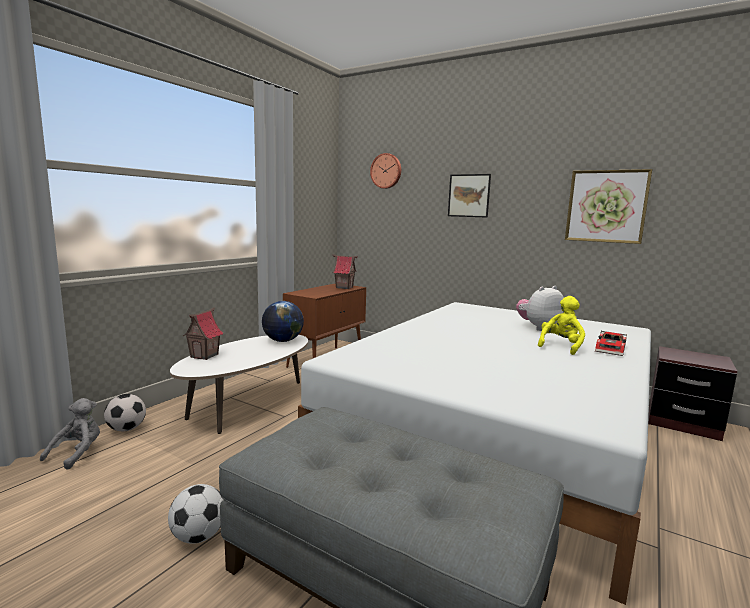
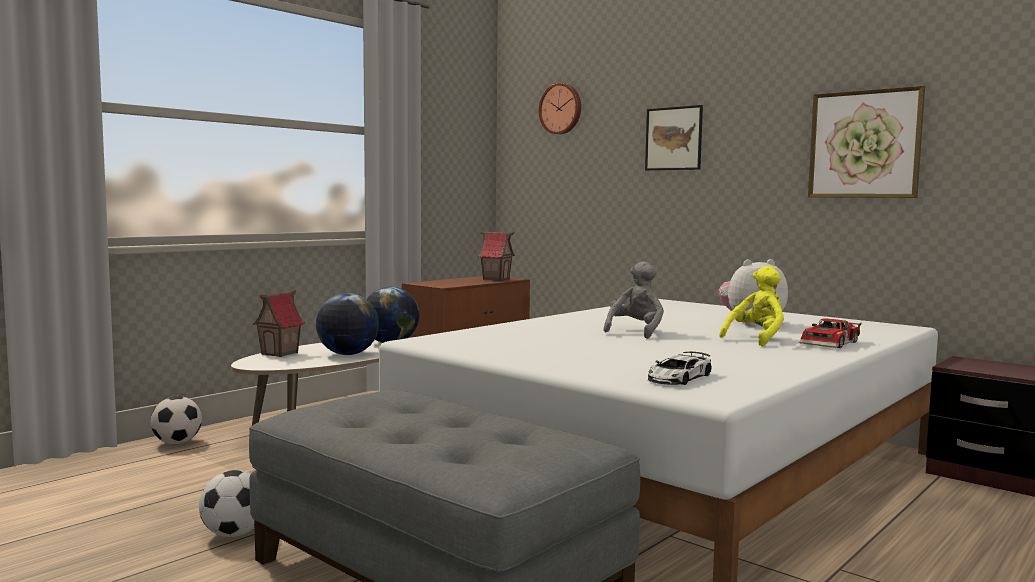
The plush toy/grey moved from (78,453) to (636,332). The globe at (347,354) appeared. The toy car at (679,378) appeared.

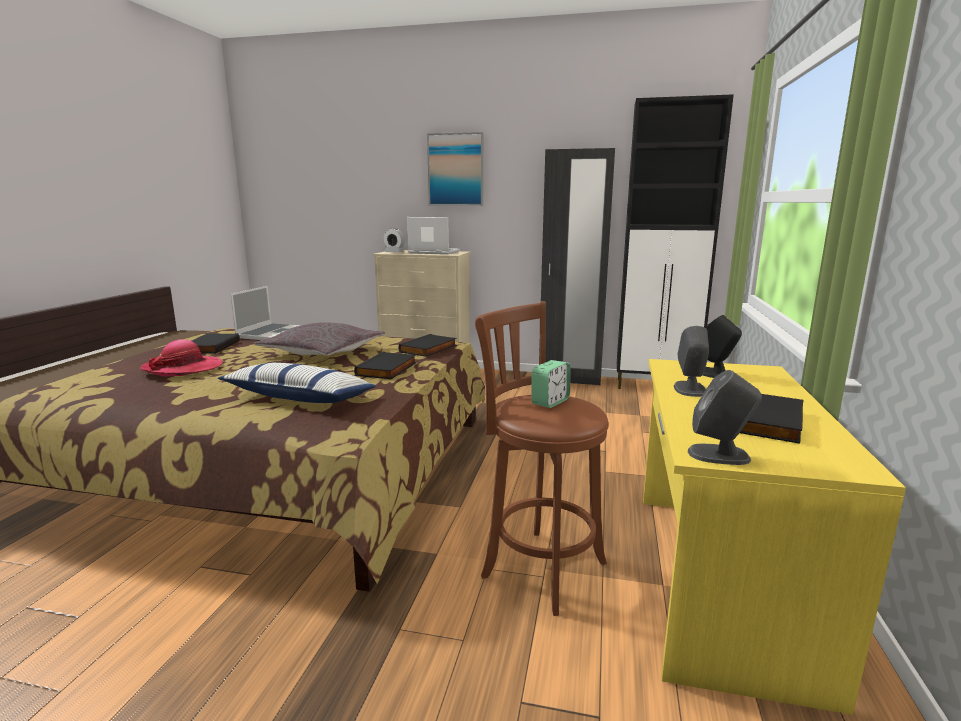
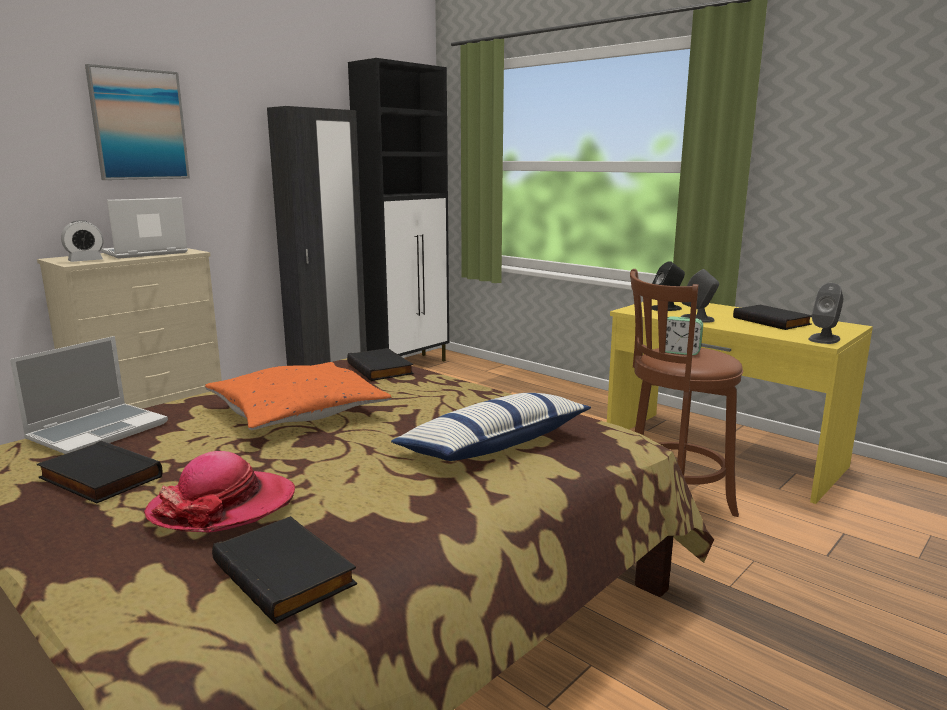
The laptop at (270,333) turned 75 degrees clockwise. The pillow/grey at (323,352) became the pillow/orange at (297,412). The book/black moved from (388,369) to (287,573). The alarm clock at (550,402) turned 135 degrees clockwise.

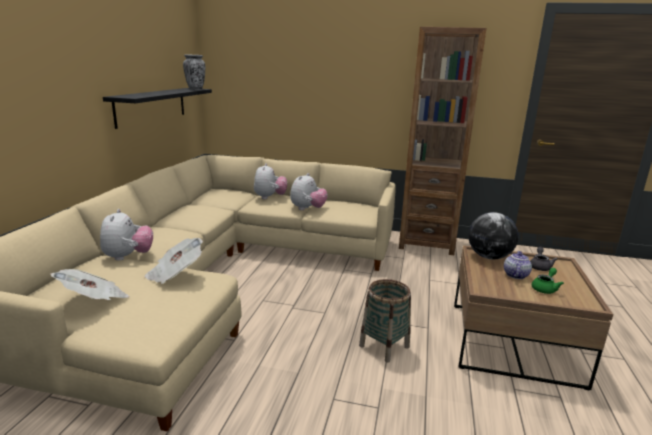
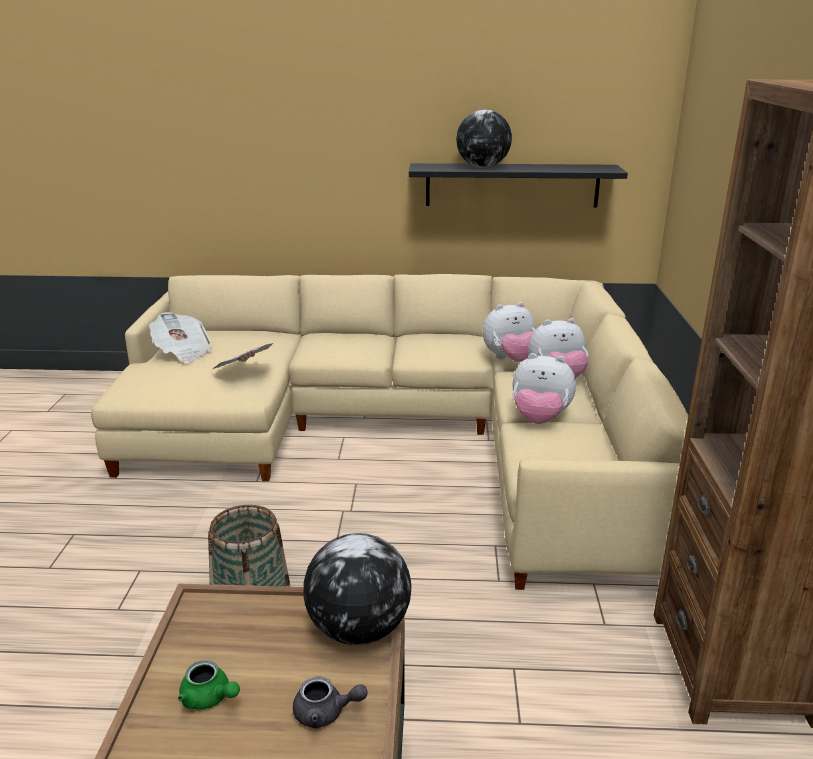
The vase at (195,89) disappeared. The plush toy moved from (128,257) to (510,359). The teapot at (515,275) disappeared. The globe at (482,167) appeared.

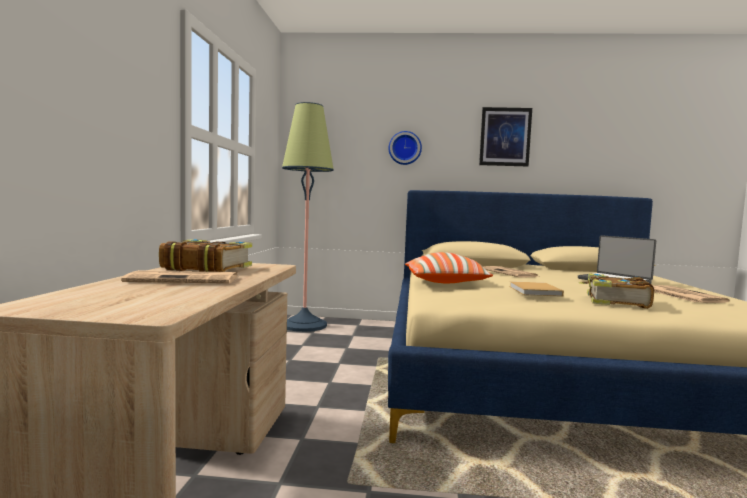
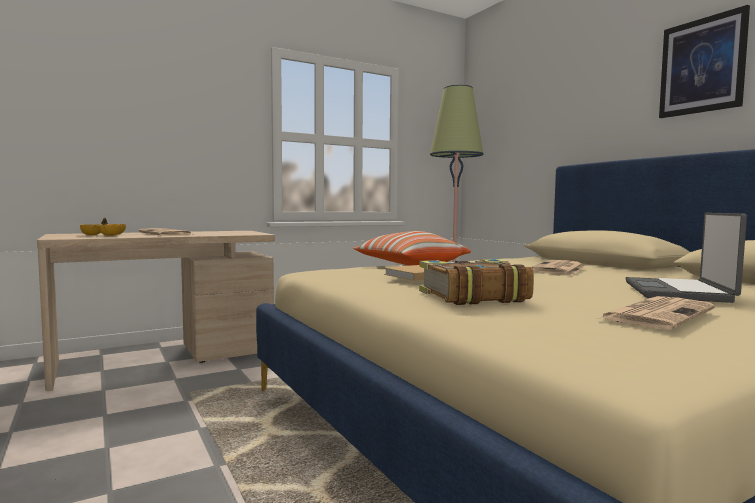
The wall clock at (405,148) disappeared. The book at (206,268) disappeared. The bowl at (106,235) appeared.

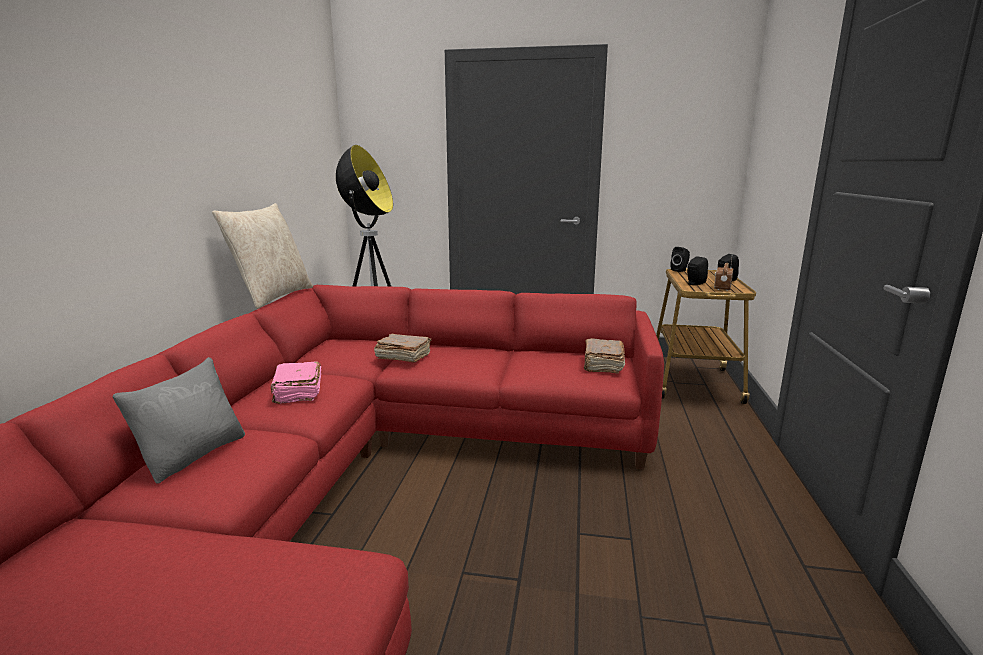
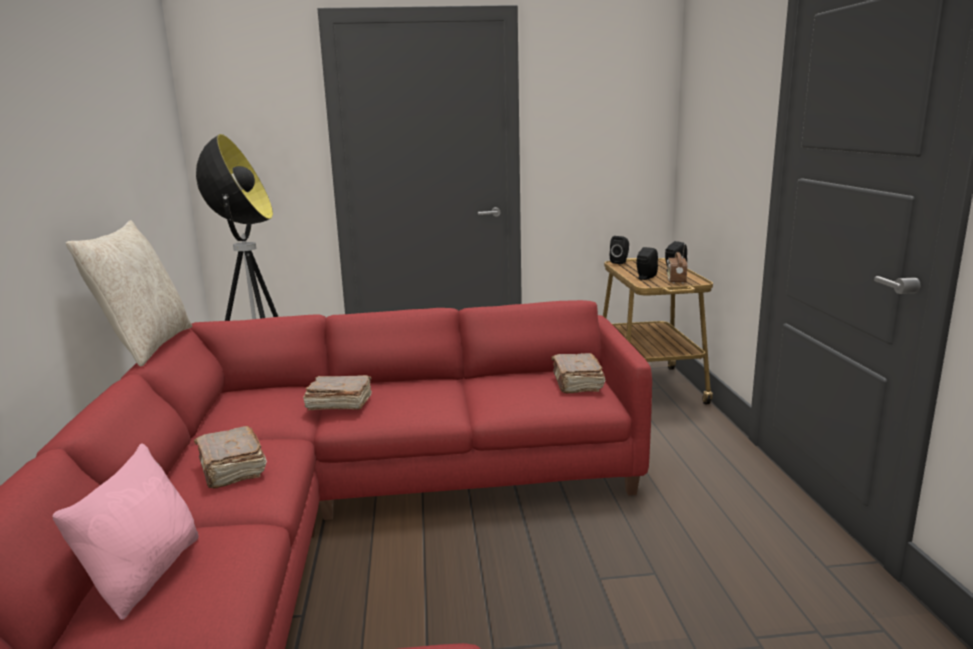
The pillow/grey at (194,455) became the pillow/pink at (146,574). The book/pink at (297,392) became the book/brown at (231,469).

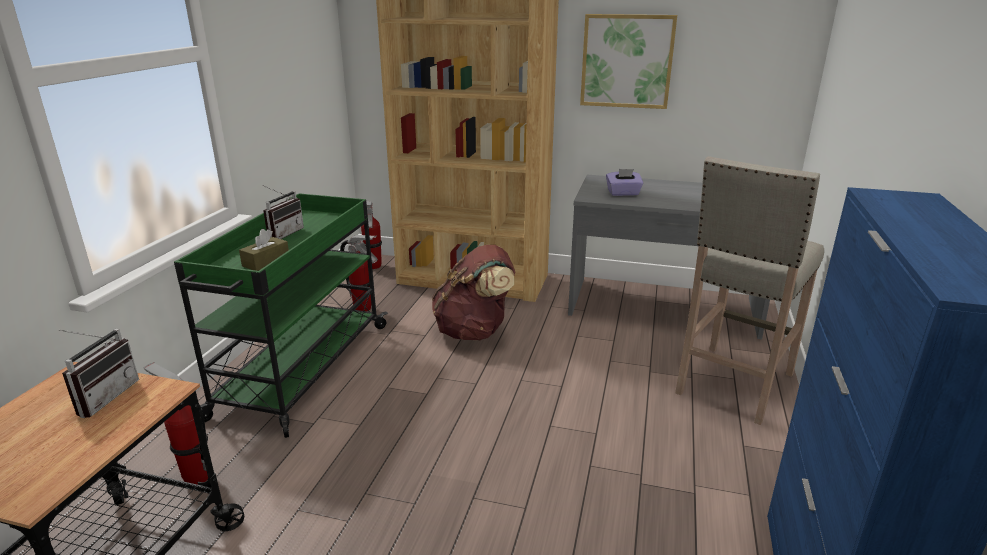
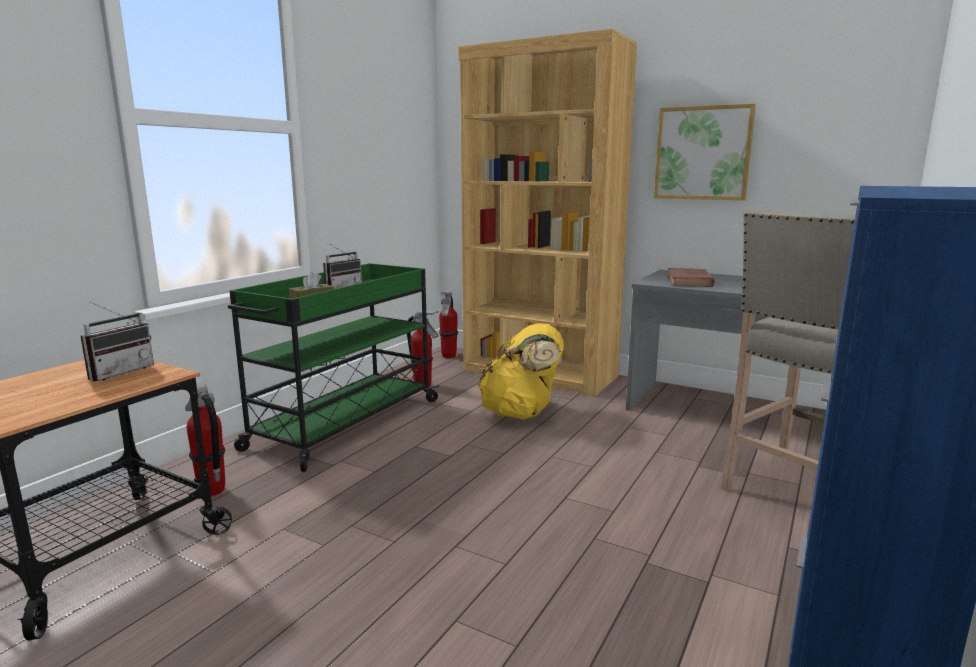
The tissue box/purple at (623,193) was replaced by the book/brown at (689,281). The backpack/brown at (474,331) became the backpack/yellow at (522,413).

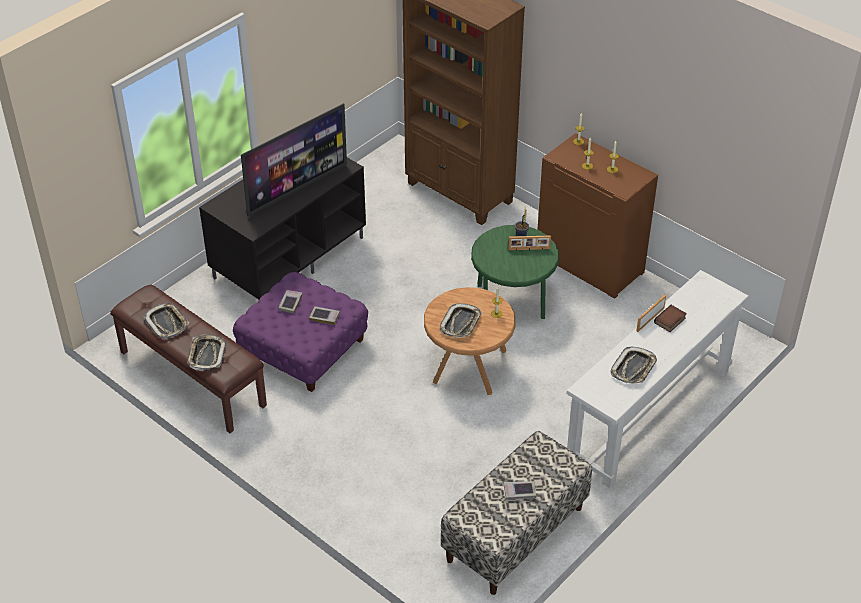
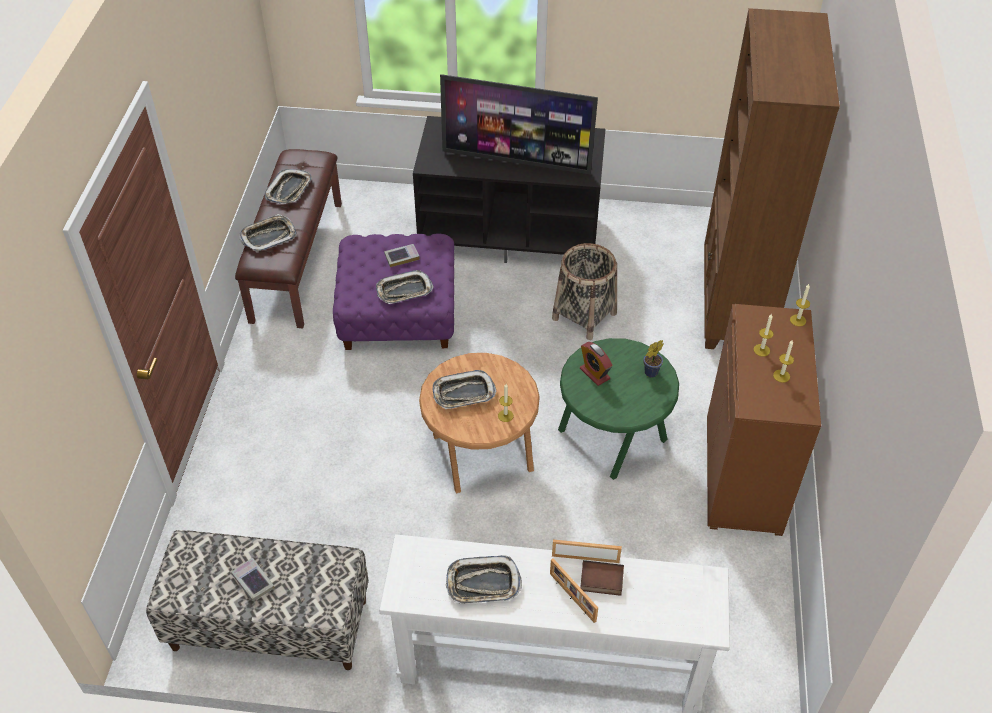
The picture frame moved from (529,249) to (571,598). The book at (324,317) was replaced by the tray at (404,291). The basket at (584,316) appeared. The alarm clock at (594,373) appeared.

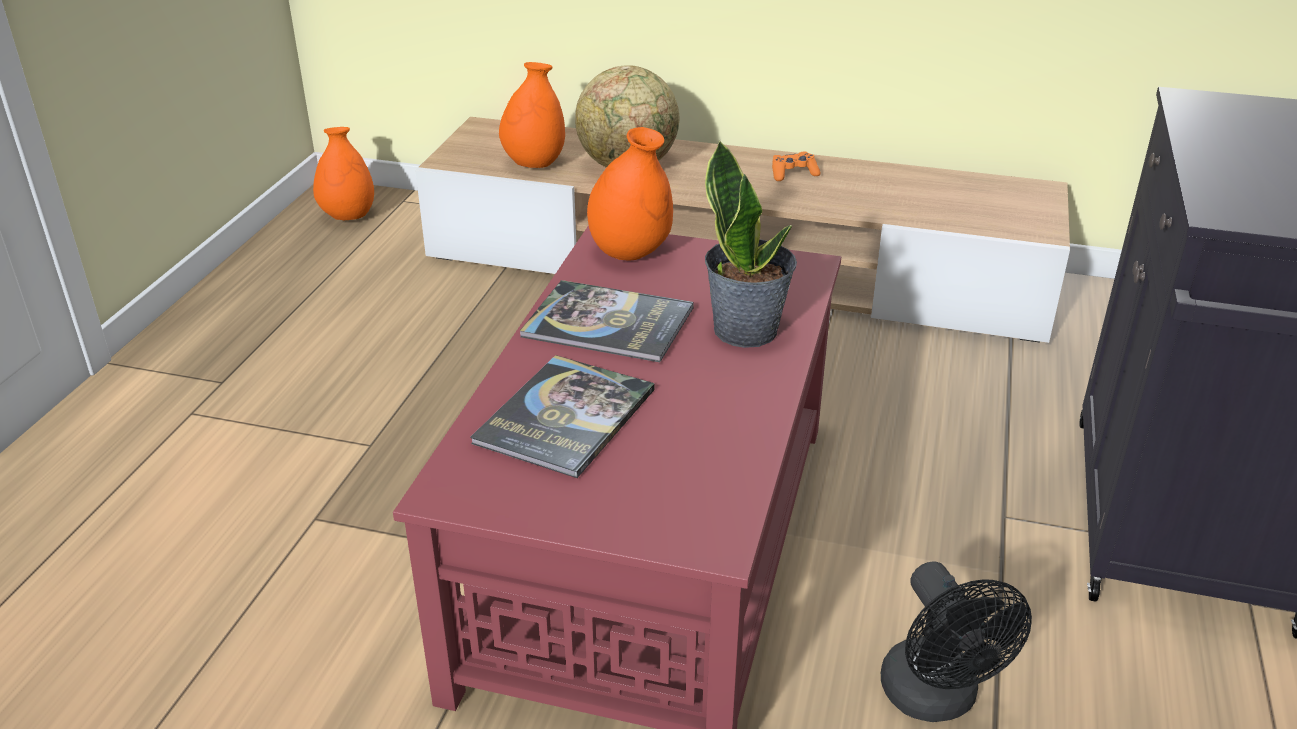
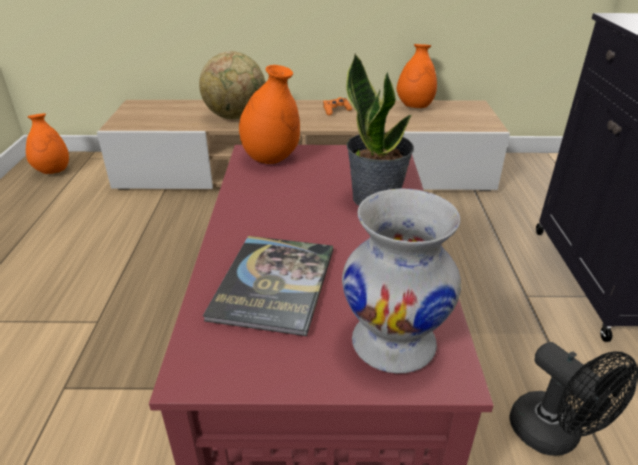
The vase/orange moved from (534,164) to (414,107). The book at (608,323) disappeared. The vase/white at (395,342) appeared.

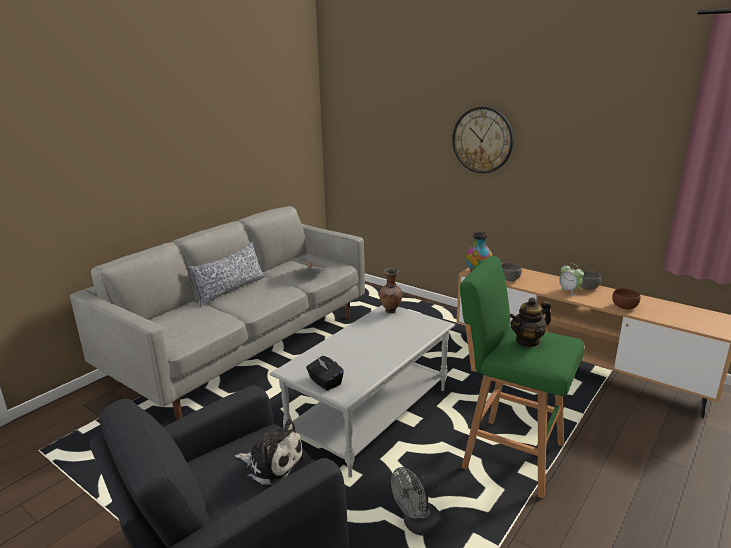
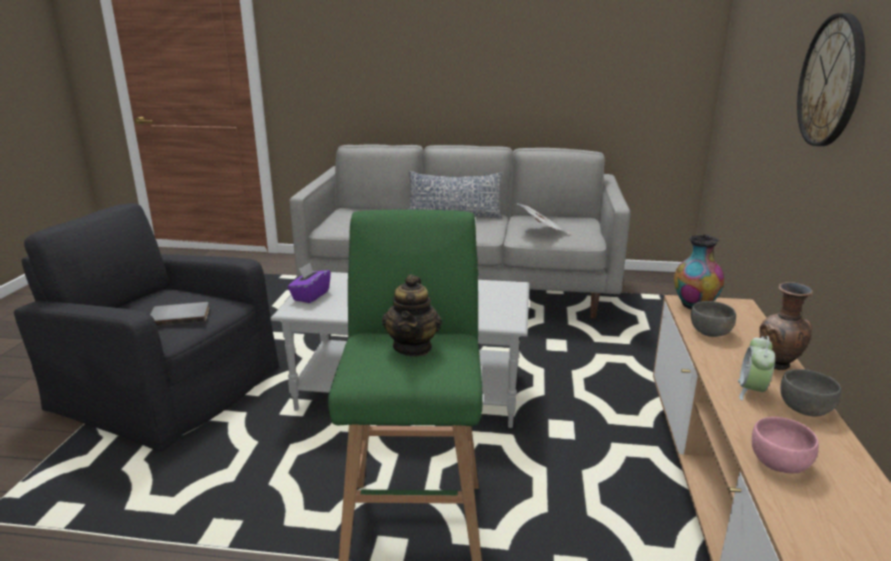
The vase/brown moved from (391,312) to (777,366). The bowl/brown at (624,307) became the bowl/pink at (779,463). The teapot at (528,341) turned 120 degrees counterclockwise. The tissue box/black at (325,382) became the tissue box/purple at (310,296). The plush toy at (271,463) was replaced by the book/grey at (180,316). The fan/grey at (416,524) disappeared.

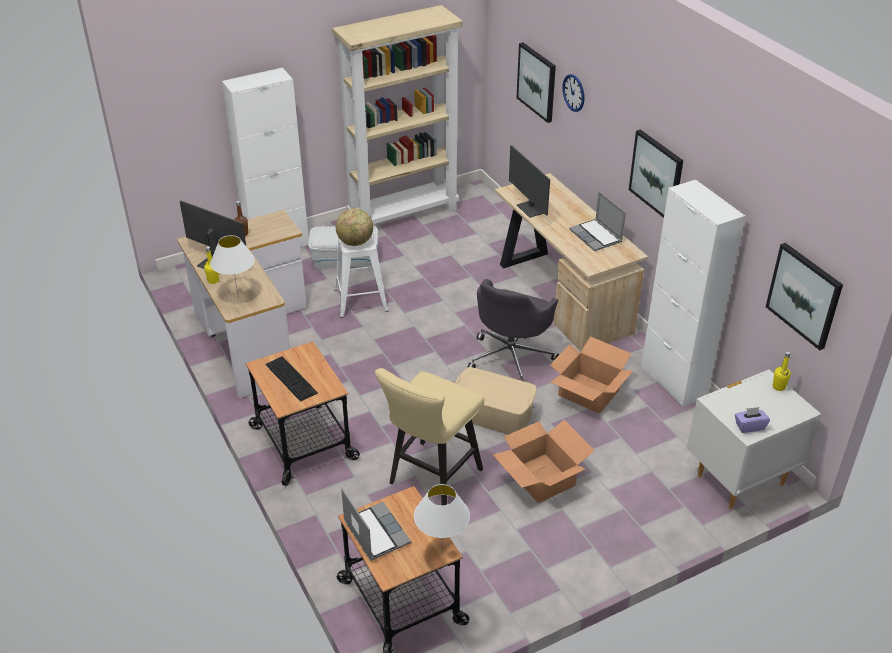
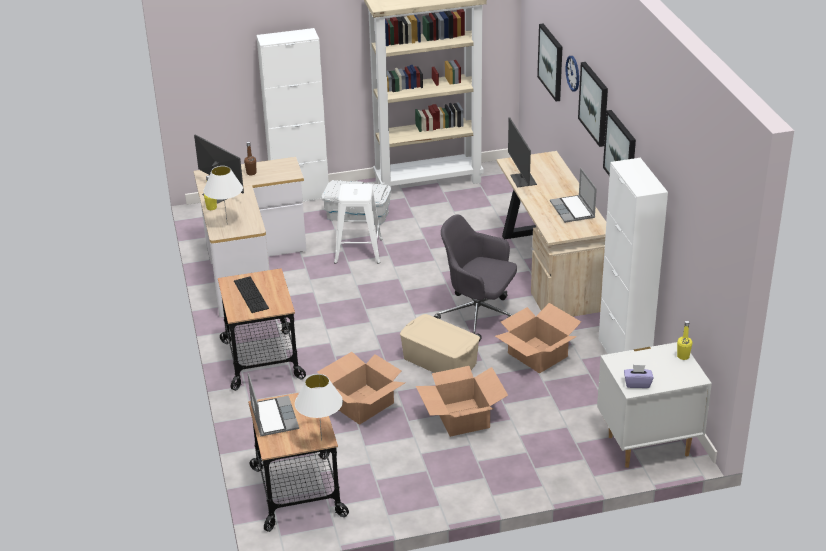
The globe at (355,242) disappeared. The picture moved from (804,295) to (594,103). The office chair/grey at (511,357) turned 75 degrees clockwise. The stool/beige at (431,479) was replaced by the cardboard box at (362,404).

